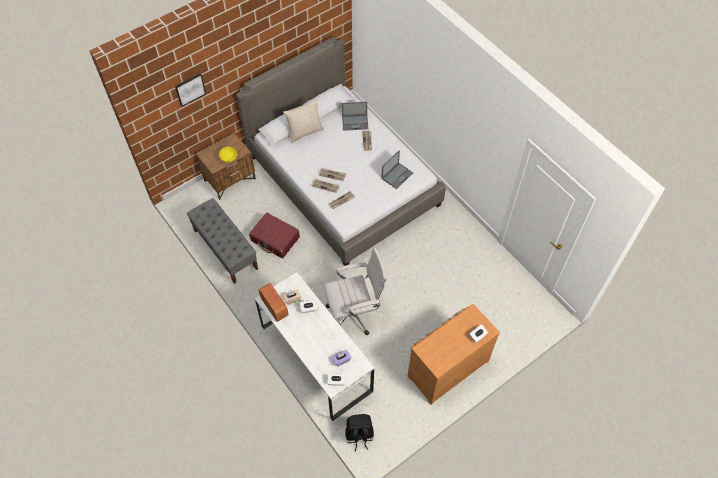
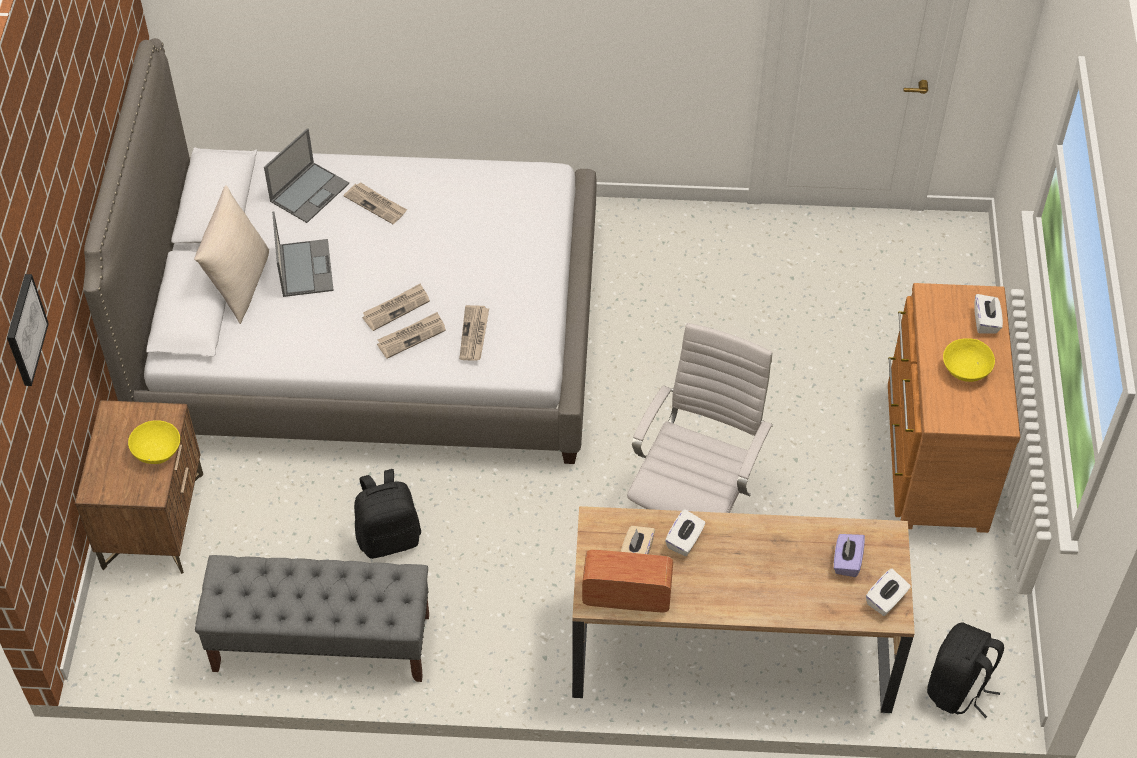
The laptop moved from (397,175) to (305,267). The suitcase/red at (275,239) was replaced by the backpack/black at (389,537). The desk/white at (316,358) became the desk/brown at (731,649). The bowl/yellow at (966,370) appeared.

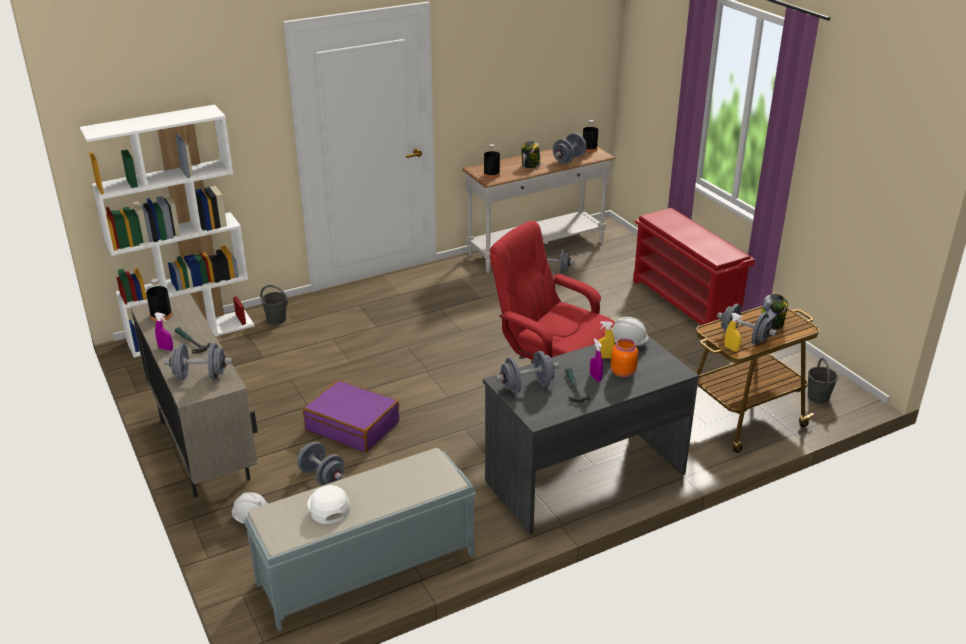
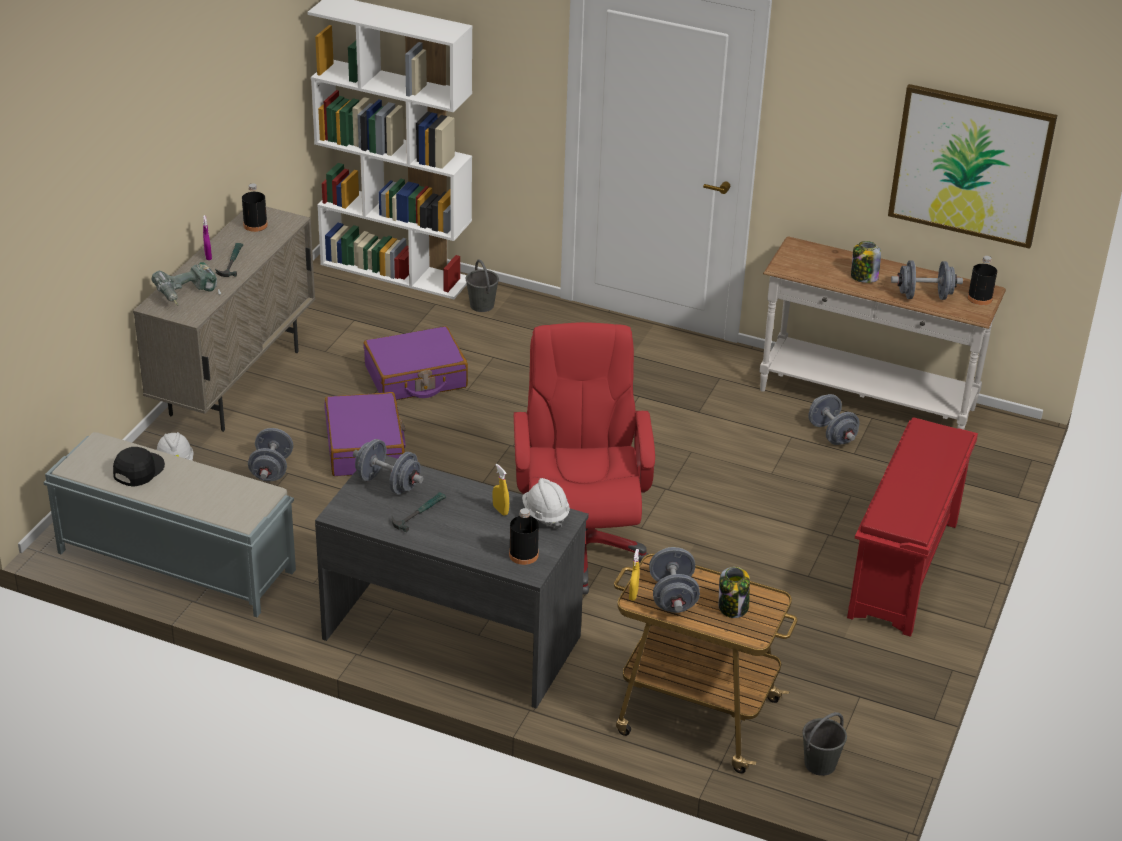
The bottle/black moved from (491,175) to (523,555). The spray bottle/purple at (595,378) disappeared. The jar/orange at (623,372) disappeared. The dumbbell/grey at (200,376) was replaced by the power drill at (188,296). The cap/white at (328,507) became the cap/black at (138,470). The picture at (970,165) appeared. The suitcase/purple at (415,377) appeared.

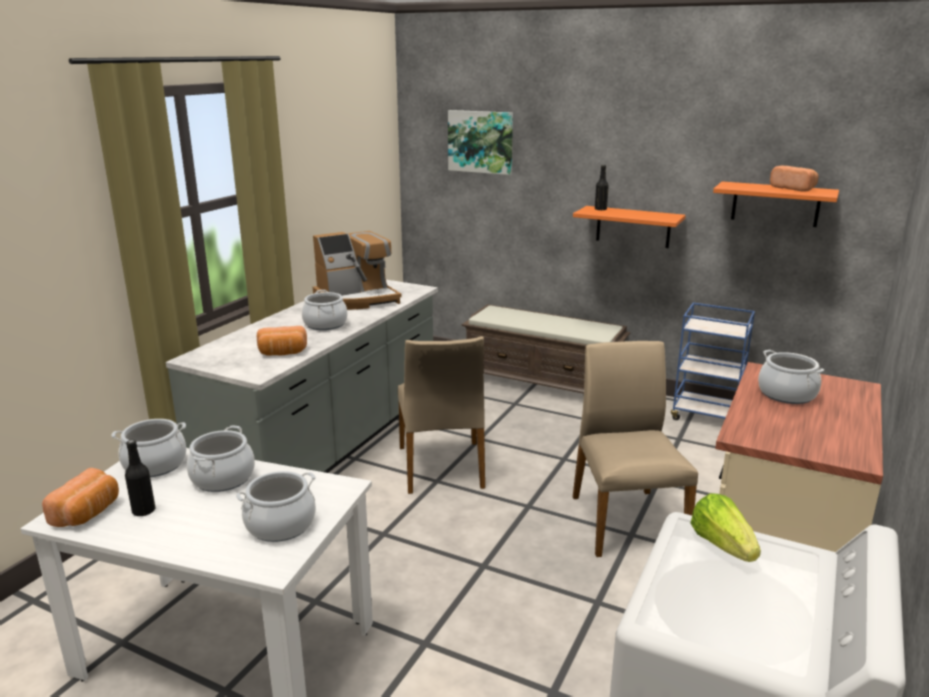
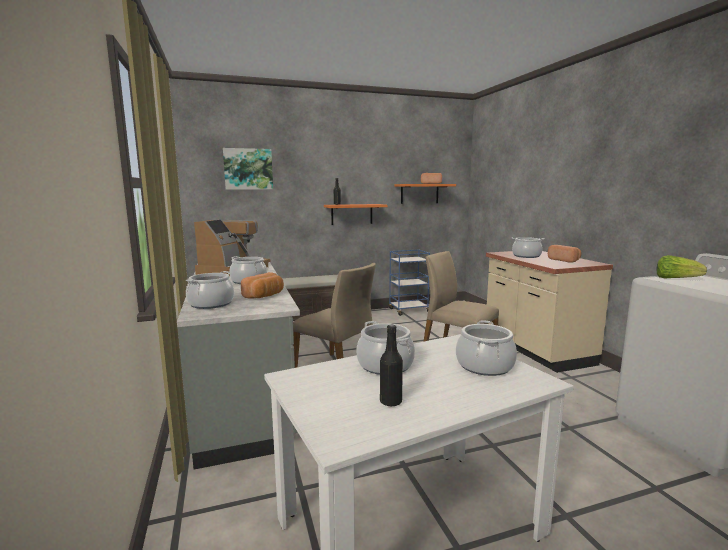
The cooking pot moved from (155,464) to (211,304). The bread moved from (88,513) to (564,260).

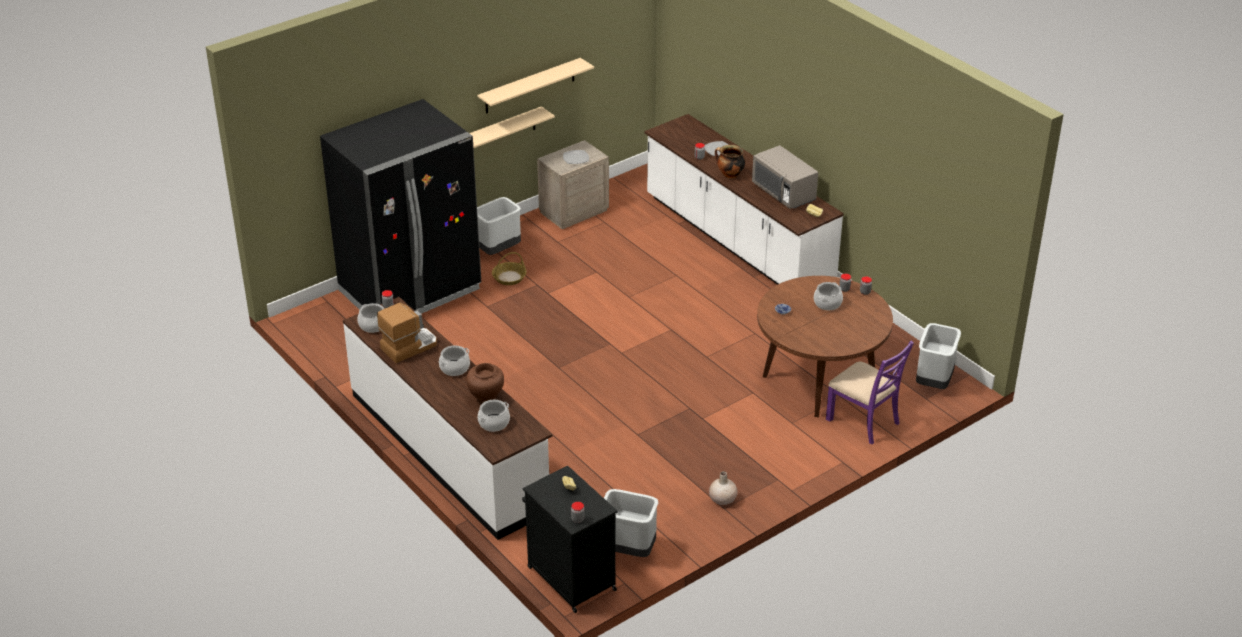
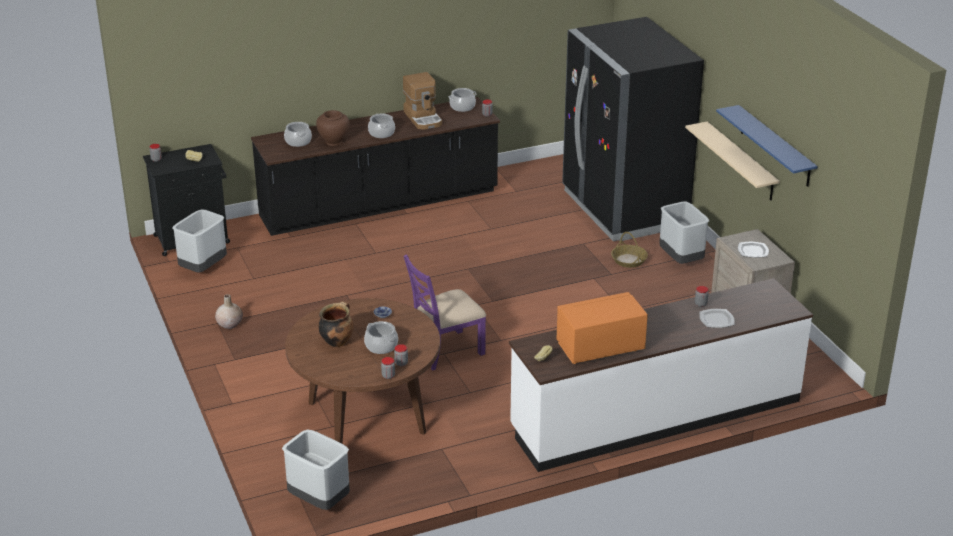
The shelf/beige at (530,86) became the shelf/blue at (775,146). The cooking pot moved from (729,175) to (337,341). The microwave/grey at (783,193) became the microwave/orange at (600,347). The counter/white at (449,451) became the counter/black at (379,205). The chair/purple moved from (863,421) to (446,350).

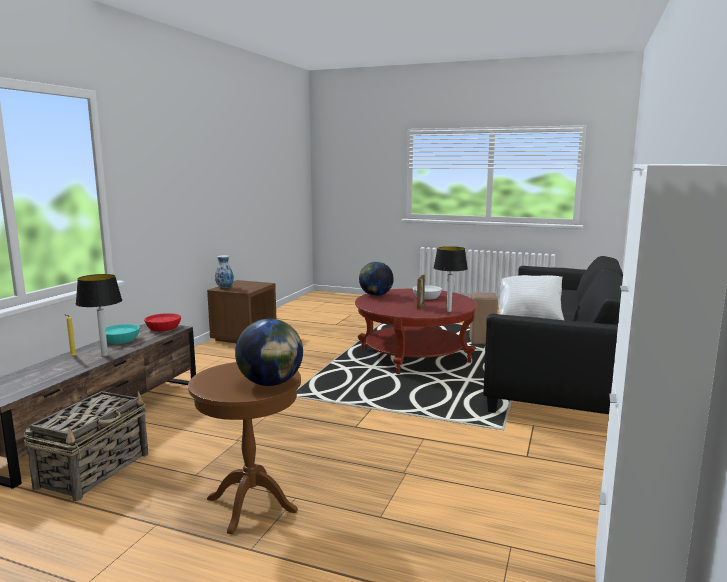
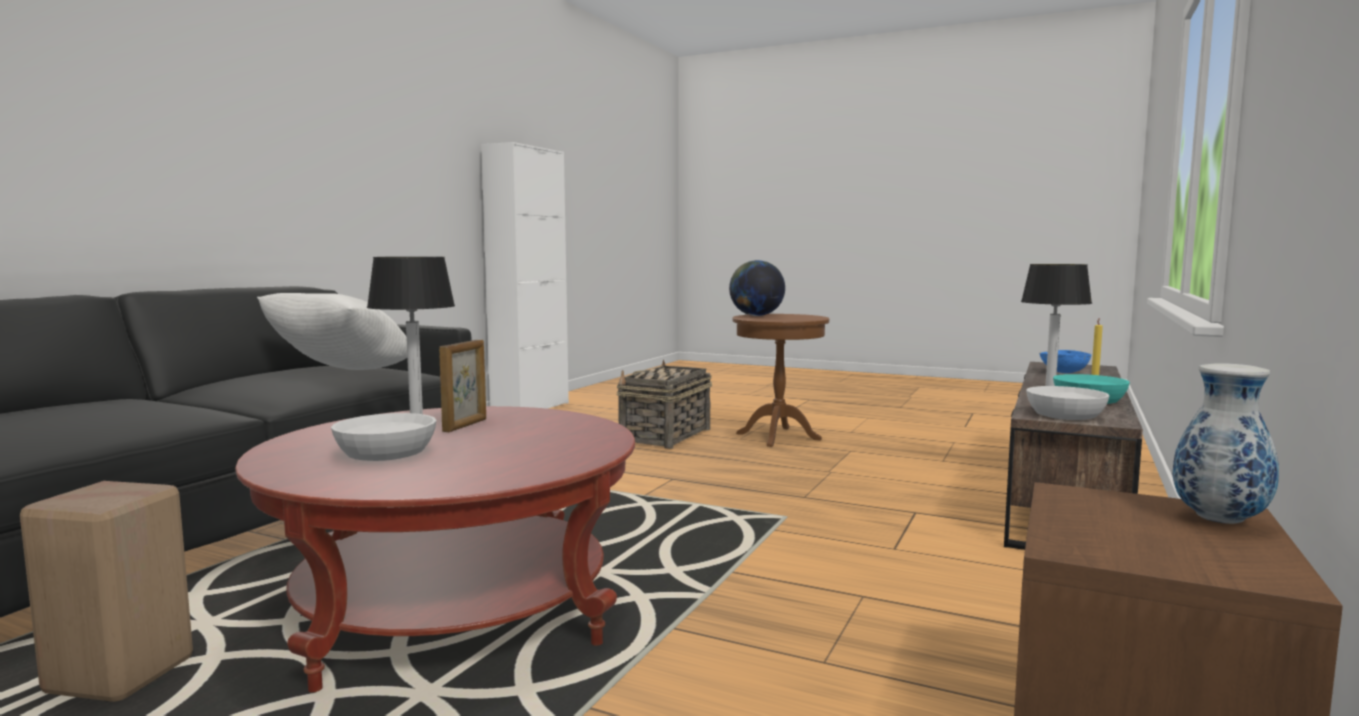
The globe at (375,295) disappeared. The bowl/red at (164,328) became the bowl/white at (1065,415). The basket moved from (95,470) to (665,436). The bowl/blue at (1063,372) appeared.

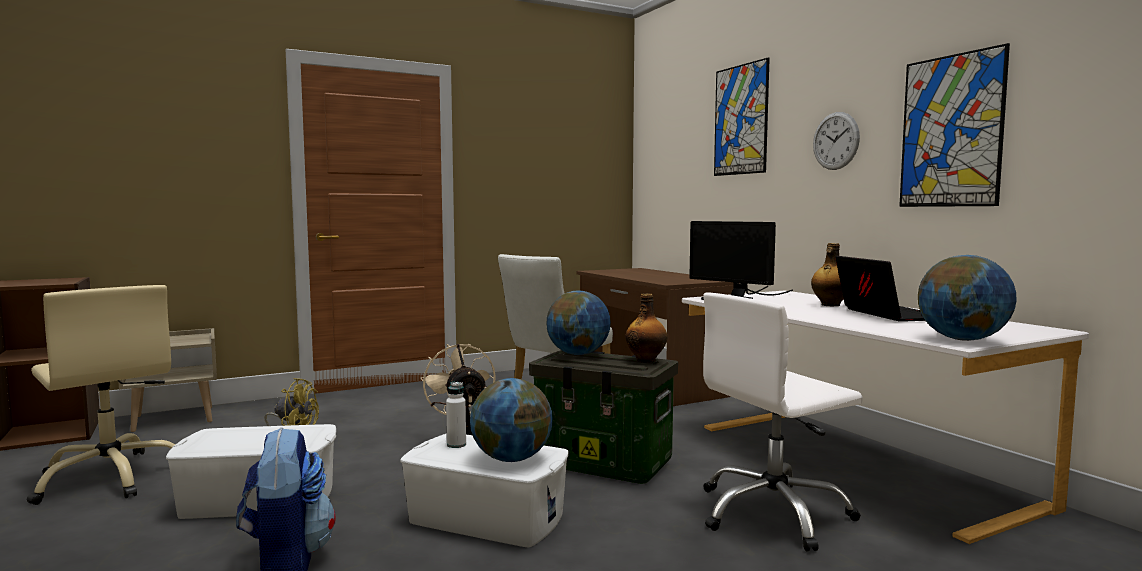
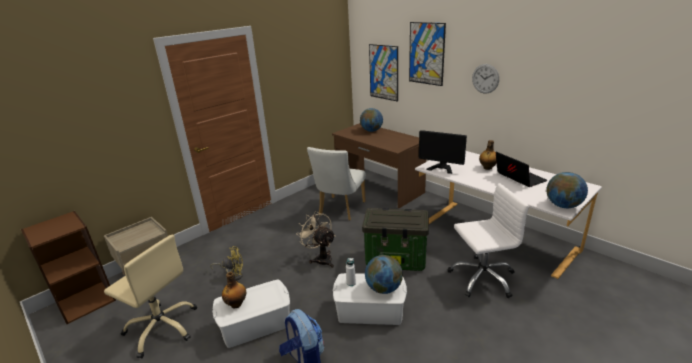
The picture moved from (951,131) to (383,72). The globe moved from (578,354) to (371,131). The office chair/white at (773,513) turned 150 degrees counterclockwise. The bottle moved from (646,360) to (236,304).

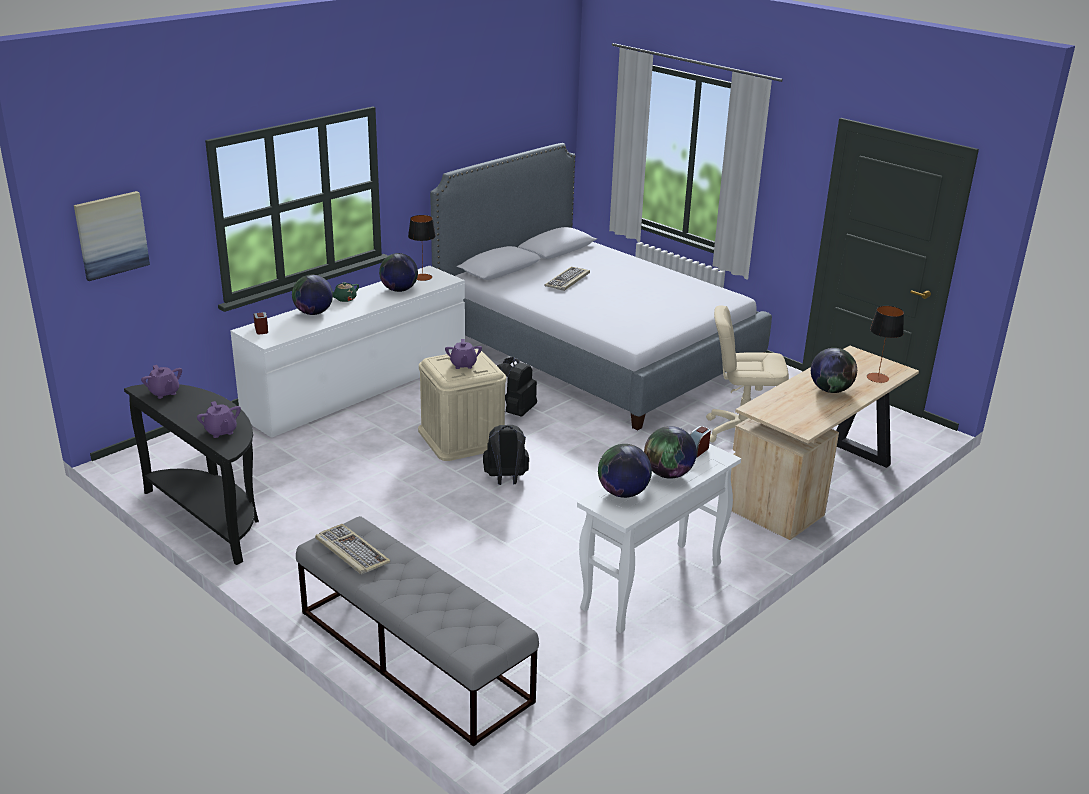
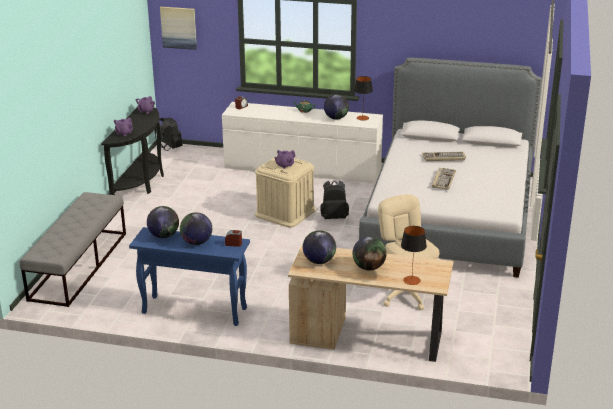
The globe moved from (313,313) to (319,261). The backpack/black moved from (506,479) to (169,148). The console table/white at (652,587) became the console table/blue at (193,311). The keyboard moved from (351,551) to (443,180).

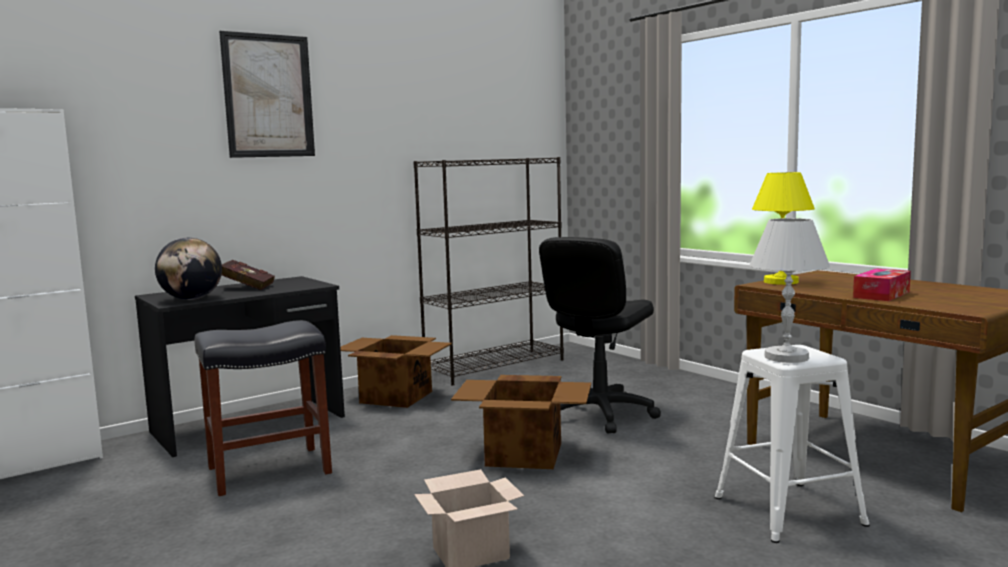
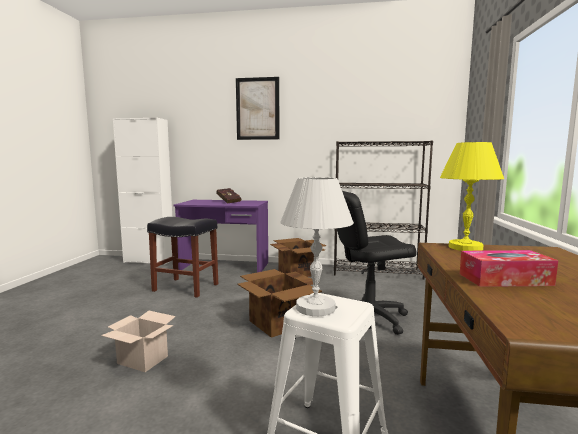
The globe at (191,299) disappeared. The desk/black at (250,424) became the desk/purple at (225,267).

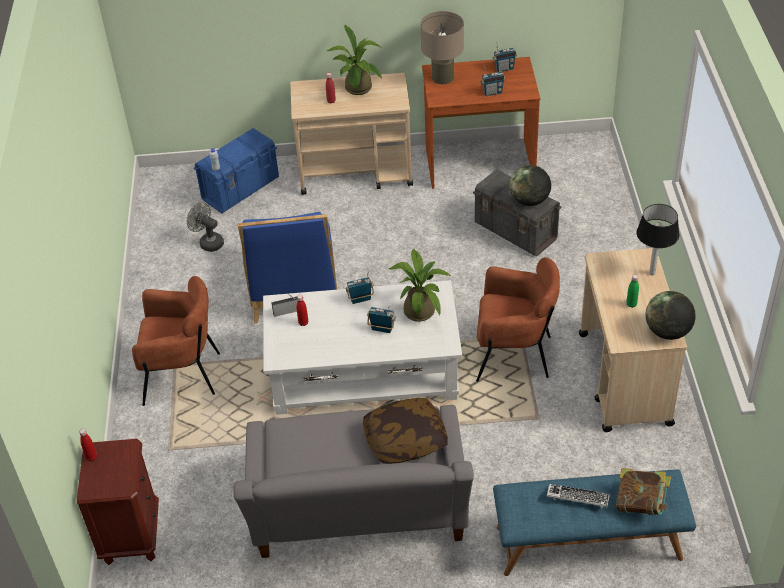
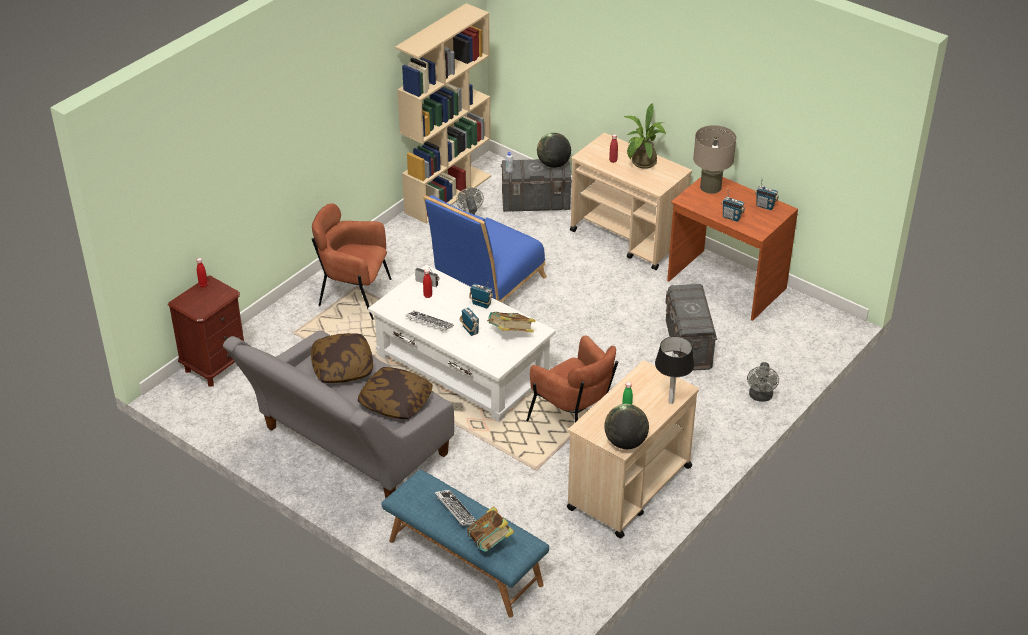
The storage box/blue at (241,188) became the storage box/grey at (536,203). The globe moved from (529,201) to (553,164). The potted plant at (420,308) was replaced by the book at (510,334). The armchair/brown at (182,375) turned 150 degrees clockwise. The bookcase/beige at (448,194) appeared. The keyboard at (429,323) appeared. The pillow at (342,367) appeared. The fan/grey at (760,397) appeared.

